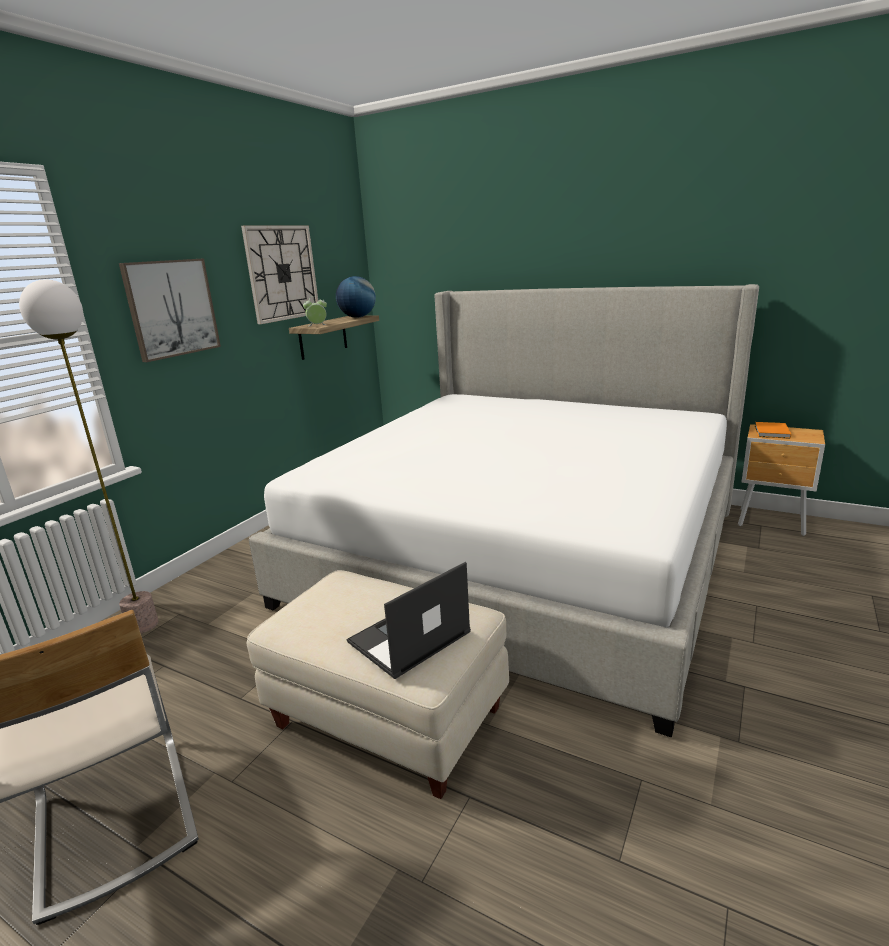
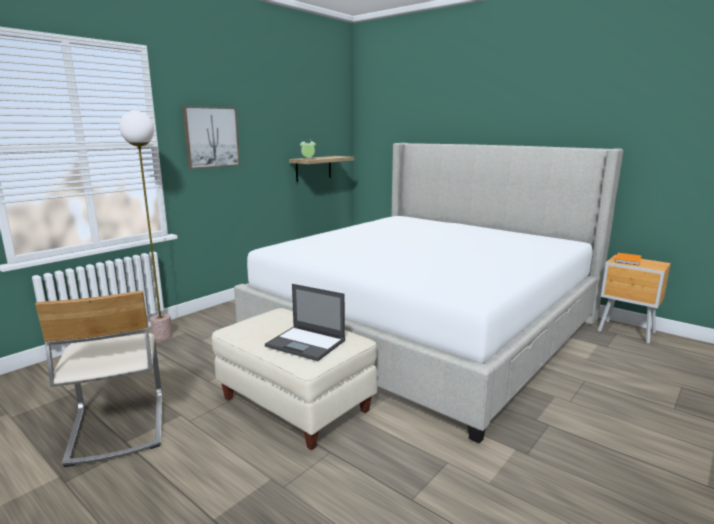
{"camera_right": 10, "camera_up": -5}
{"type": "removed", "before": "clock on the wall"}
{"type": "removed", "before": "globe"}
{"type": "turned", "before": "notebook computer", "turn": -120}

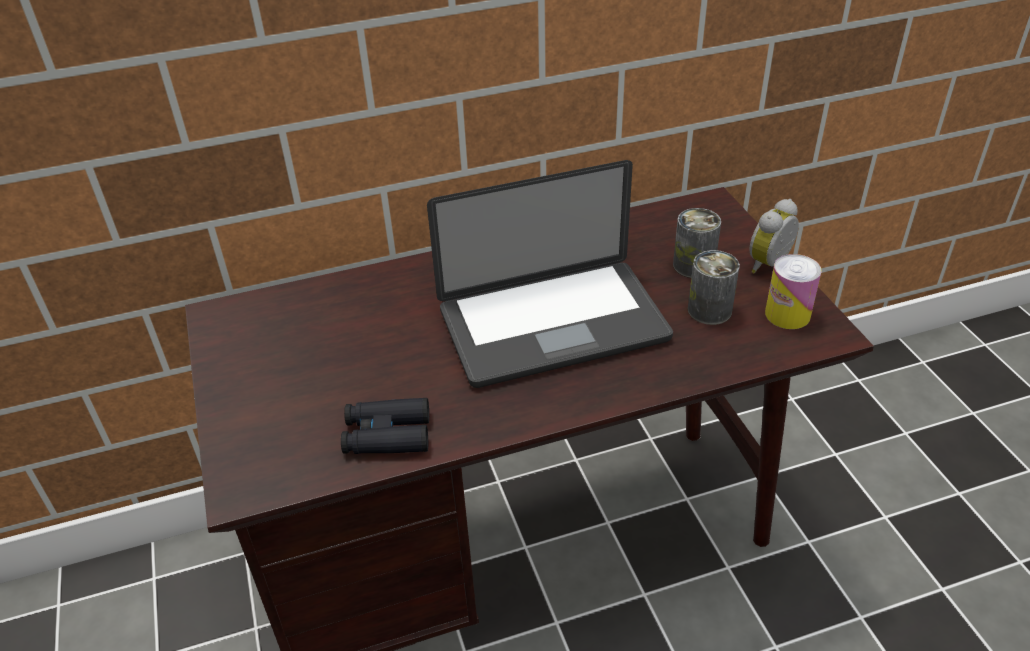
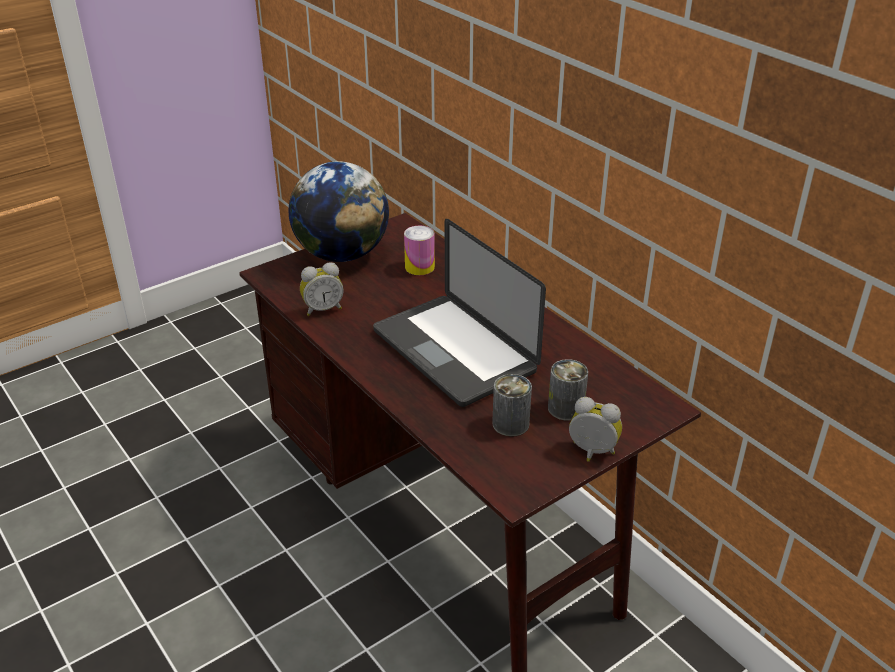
{"camera_right": 70, "camera_up": -5}
{"type": "moved", "before": "sealed can (3rd from left in the first image)", "after": "sealed can (1st from left)"}
{"type": "replaced", "before": "black-coloured binoculars", "after": "alarm clock (1st from left)"}
{"type": "added", "after": "globe"}

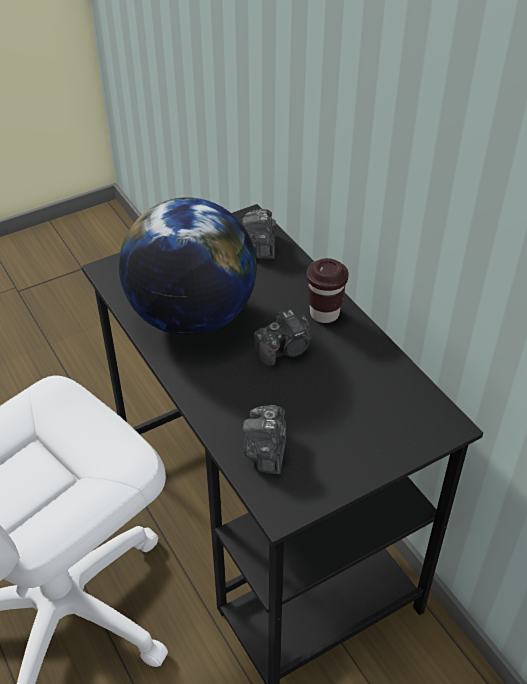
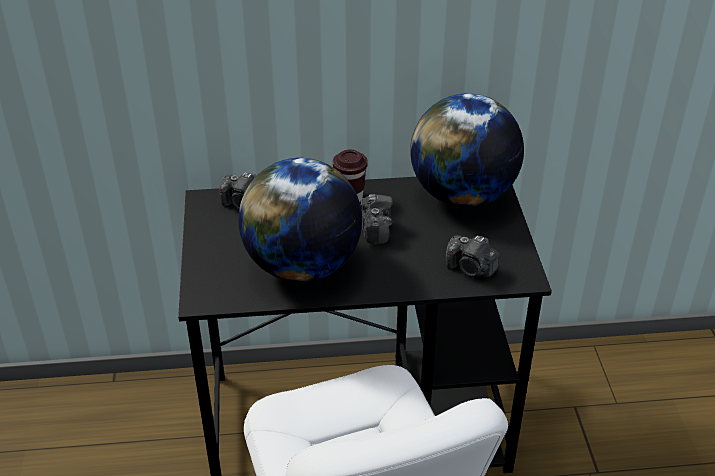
{"camera_right": -65, "camera_up": -5}
{"type": "added", "after": "globe (2nd from left)"}

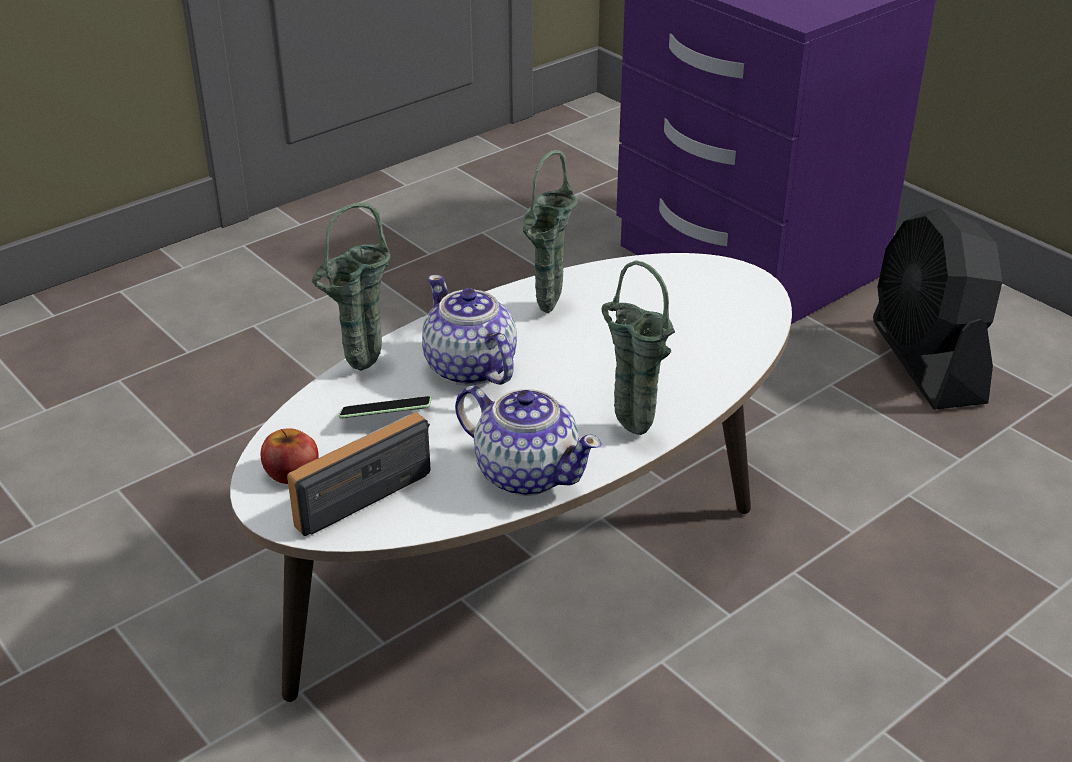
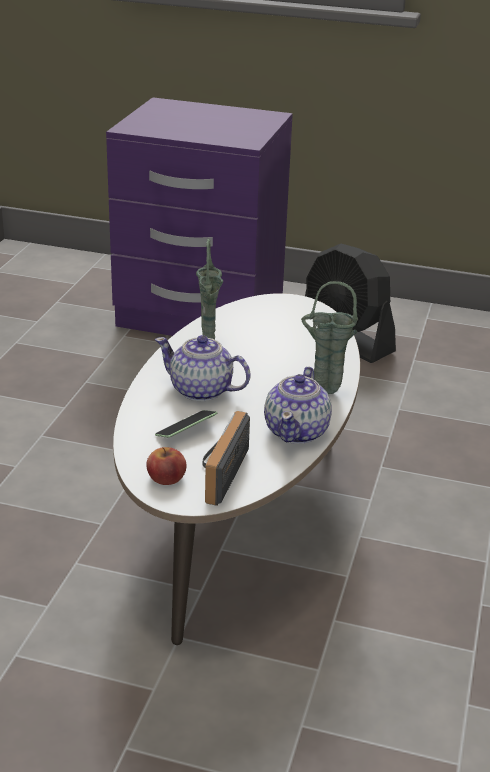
{"camera_right": -35, "camera_up": -5}
{"type": "removed", "before": "greenish decorative vase (1st from left)"}
{"type": "turned", "before": "pot for tea (2nd from left)", "turn": 105}

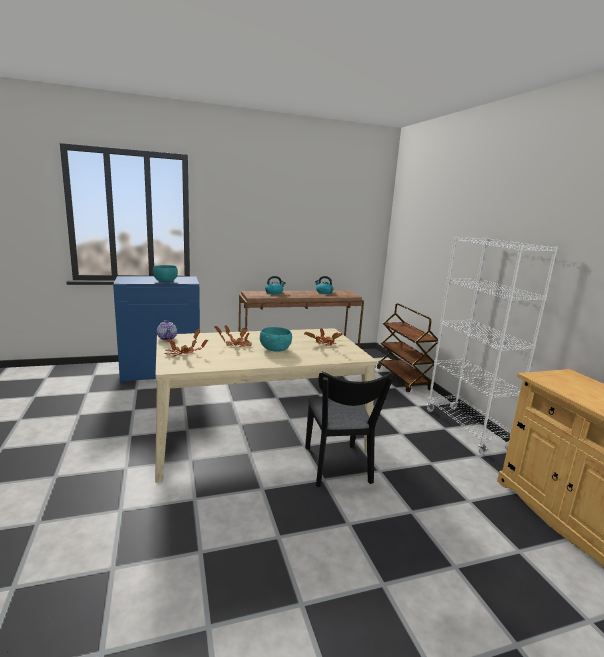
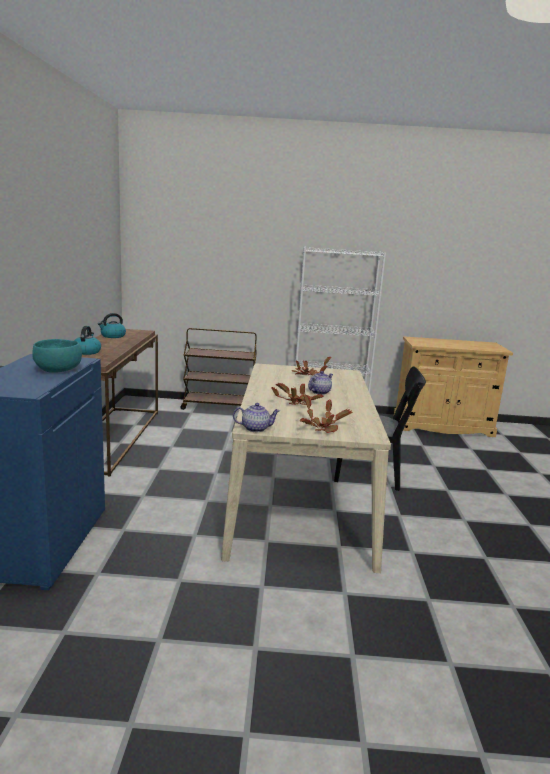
{"camera_right": -70, "camera_up": 0}
{"type": "replaced", "before": "blue-green deep dish (2nd from left)", "after": "pot for tea (2nd from left)"}

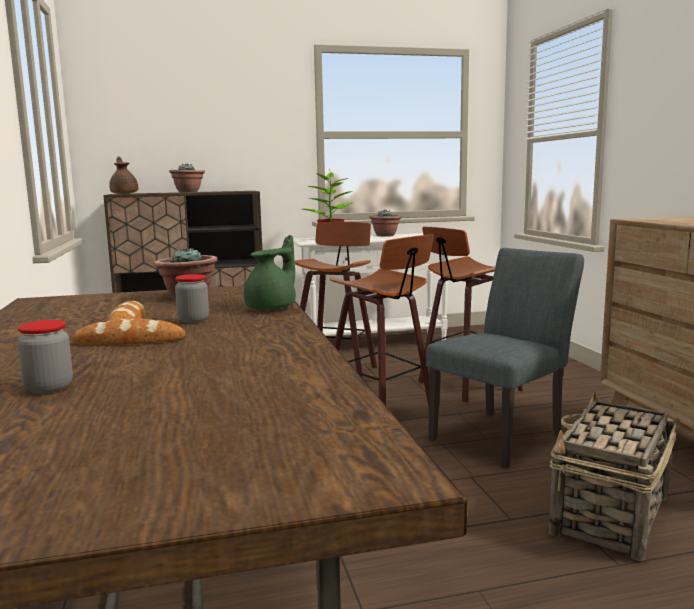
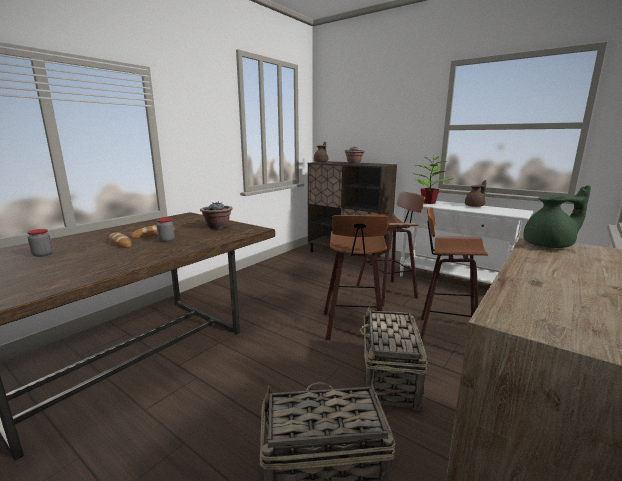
{"camera_right": 50, "camera_up": 5}
{"type": "replaced", "before": "plant in a pot (4th from left)", "after": "brownish pot for tea (2nd from left)"}
{"type": "moved", "before": "greenish pot for tea"}
{"type": "replaced", "before": "grey chair", "after": "storage basket (2nd from left)"}

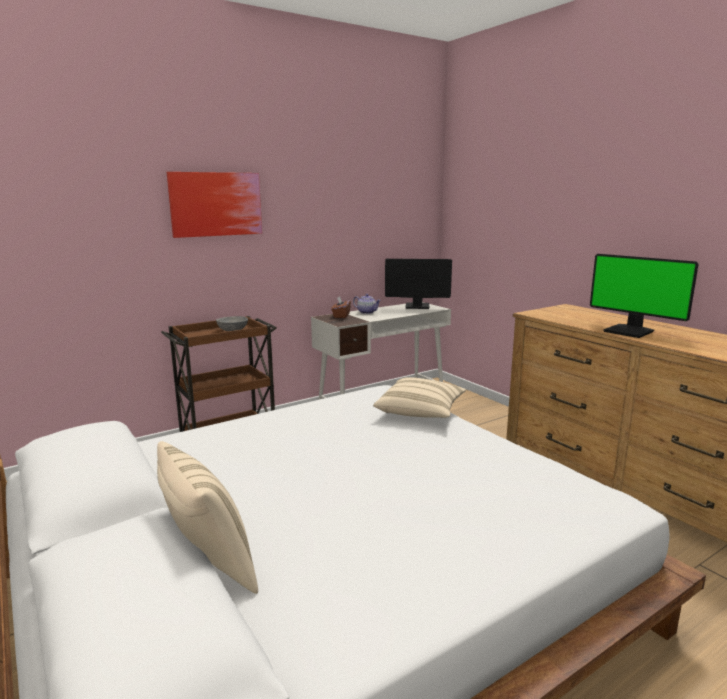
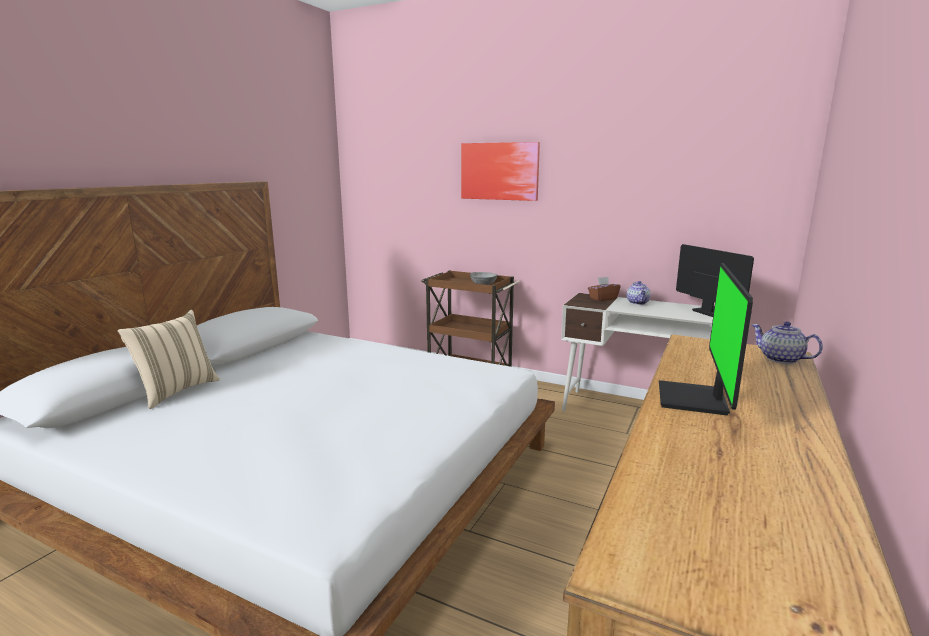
{"camera_right": 60, "camera_up": 0}
{"type": "removed", "before": "beige cushion (2nd from left)"}
{"type": "added", "after": "pot for tea (2nd from left)"}

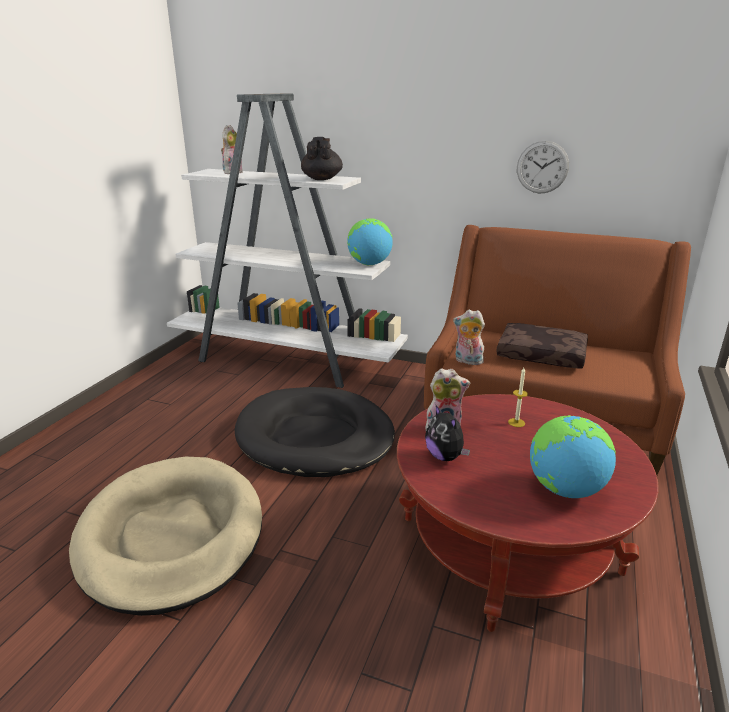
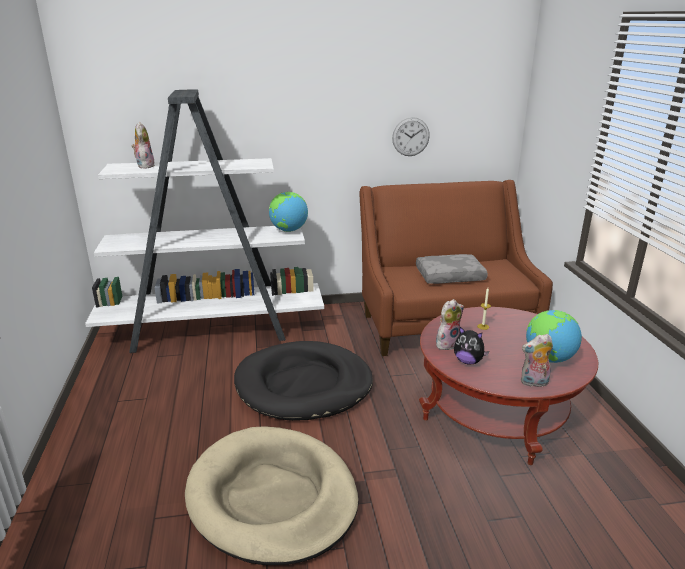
{"camera_right": -30, "camera_up": 0}
{"type": "removed", "before": "black-coloured pot for tea"}
{"type": "moved", "before": "plush toy (4th from left)"}
{"type": "recoloured", "before": "brownish cushion", "after": "grey cushion"}

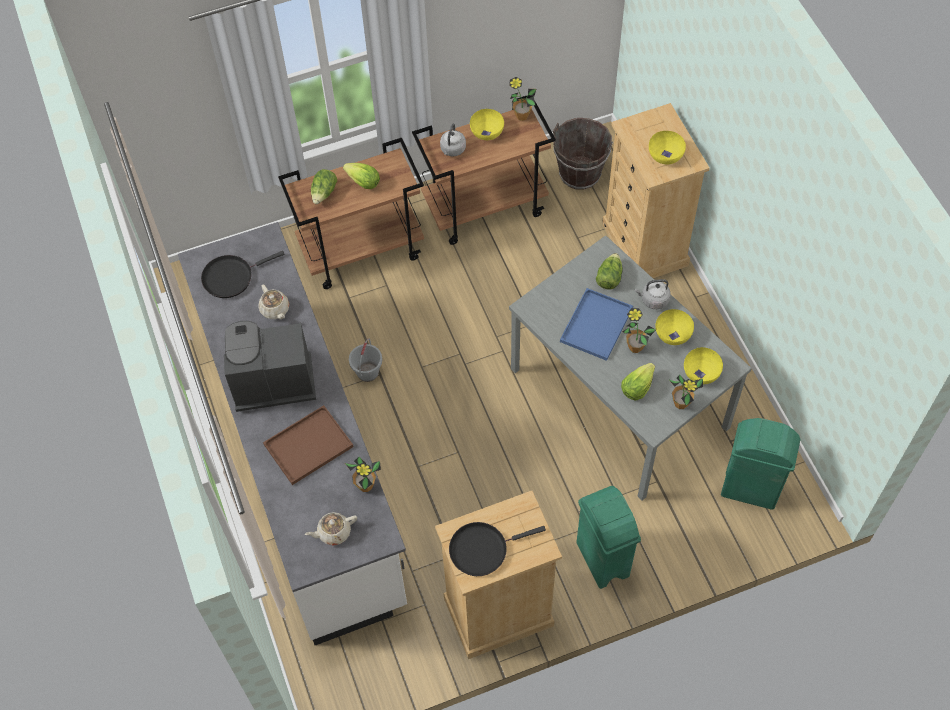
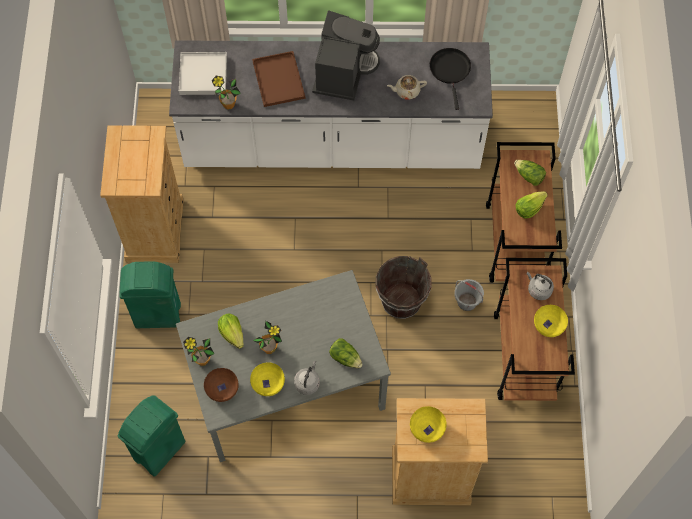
{"camera_right": 110, "camera_up": 5}
{"type": "removed", "before": "plant in a pot (2nd from left)"}
{"type": "moved", "before": "brownish bucket"}
{"type": "removed", "before": "bluish serving tray"}
{"type": "moved", "before": "grey bucket"}
{"type": "recoloured", "before": "yellow-coloured deep dish (4th from left)", "after": "brownish deep dish"}
{"type": "replaced", "before": "beige pot for tea (2nd from left)", "after": "white serving tray"}
{"type": "removed", "before": "black-coloured frying pan (2nd from left)"}

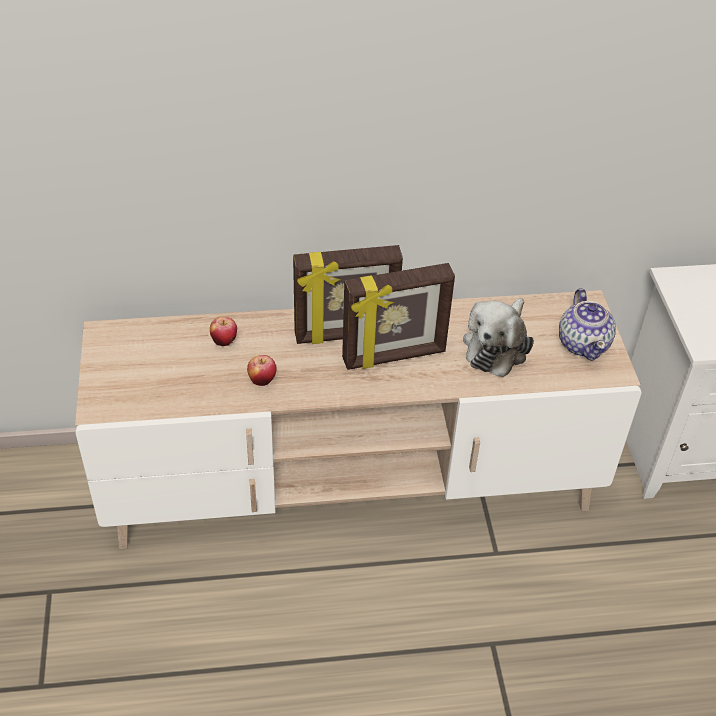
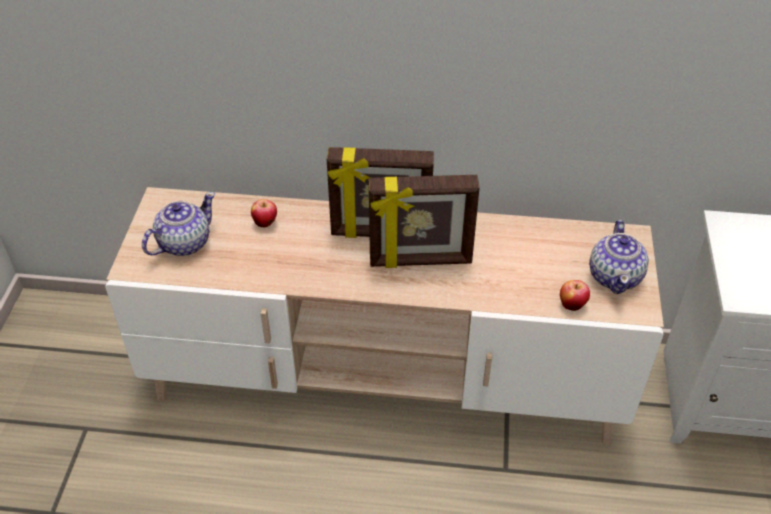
{"camera_right": 15, "camera_up": 0}
{"type": "removed", "before": "plush toy"}
{"type": "moved", "before": "apple fruit (2nd from left)"}
{"type": "added", "after": "pot for tea (1st from left)"}

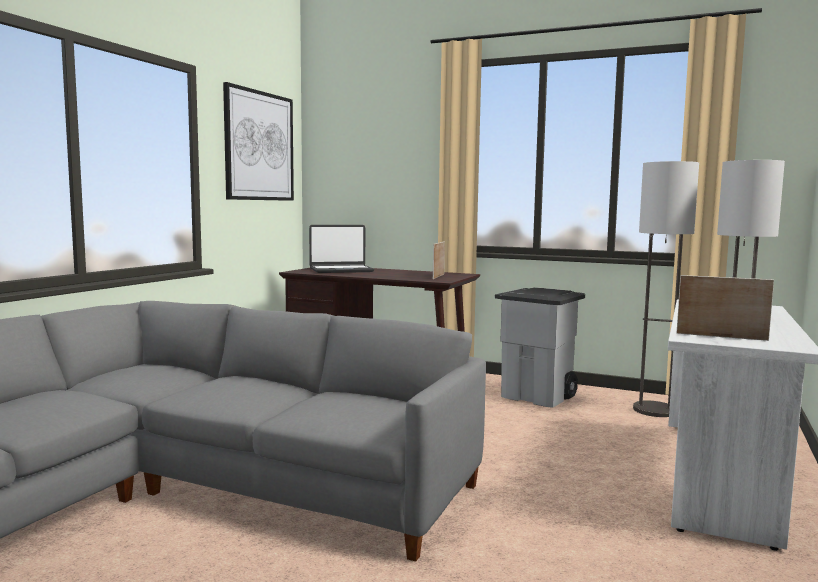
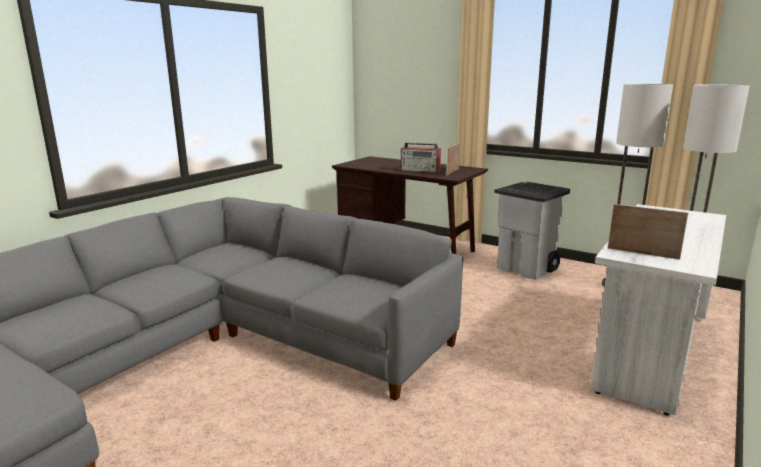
{"camera_right": 10, "camera_up": 10}
{"type": "removed", "before": "picture"}
{"type": "removed", "before": "notebook computer"}
{"type": "added", "after": "radio"}

